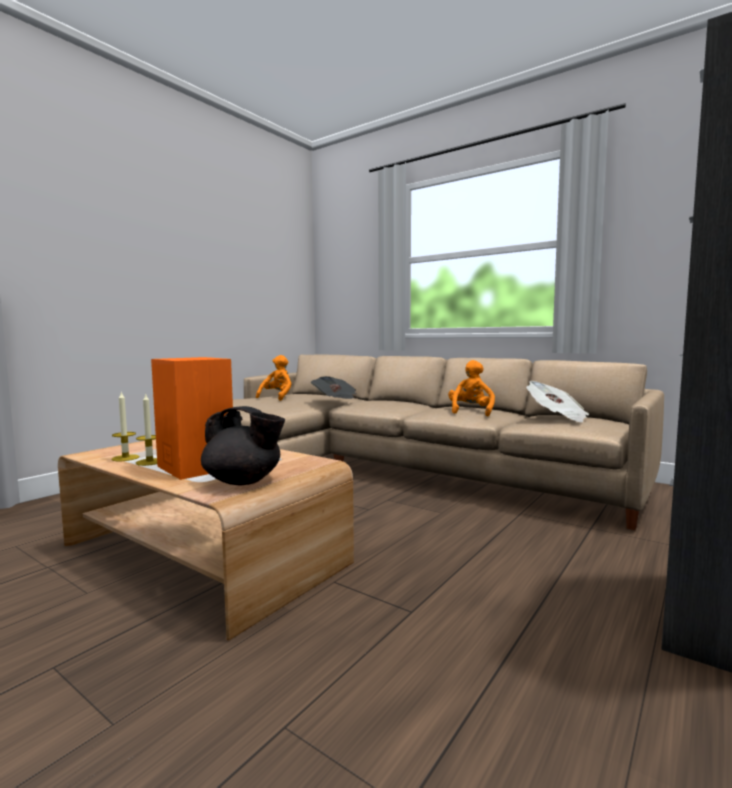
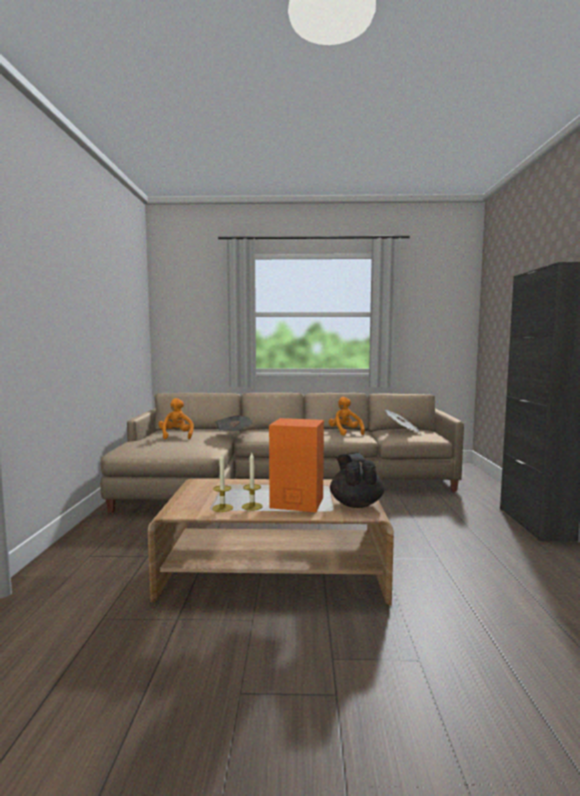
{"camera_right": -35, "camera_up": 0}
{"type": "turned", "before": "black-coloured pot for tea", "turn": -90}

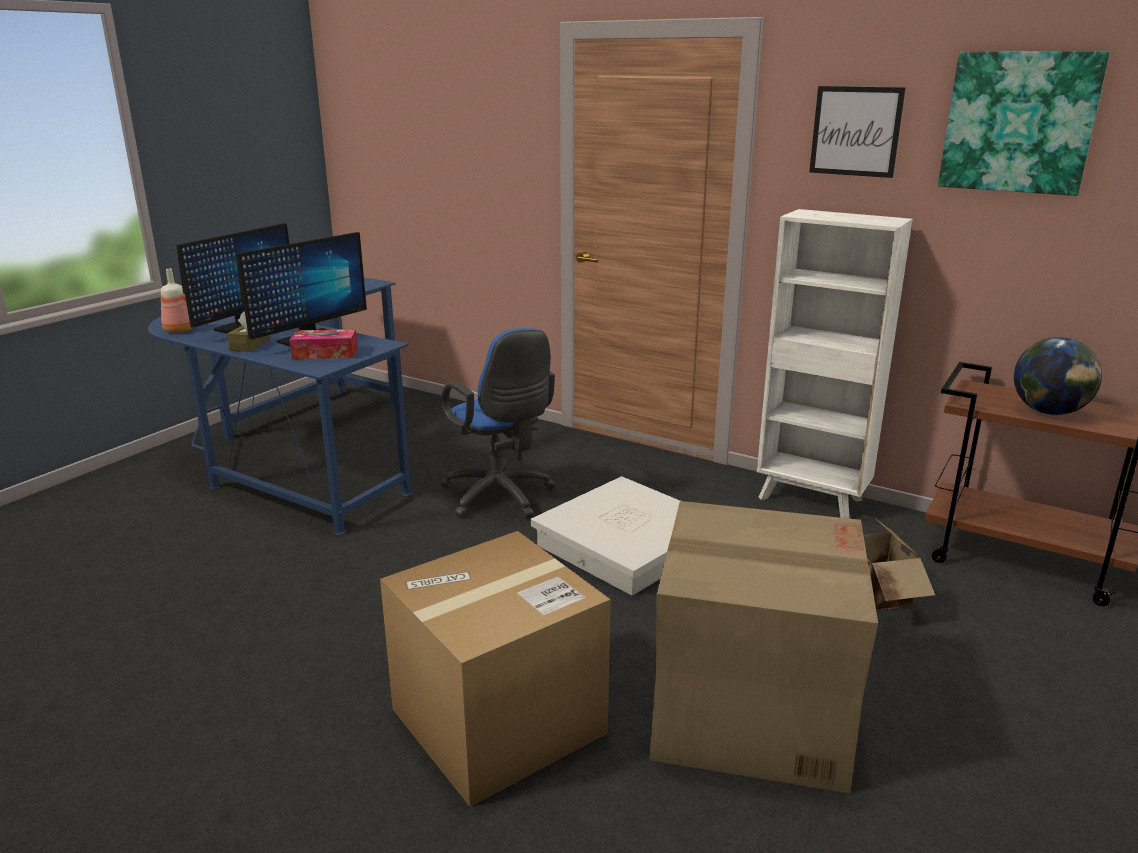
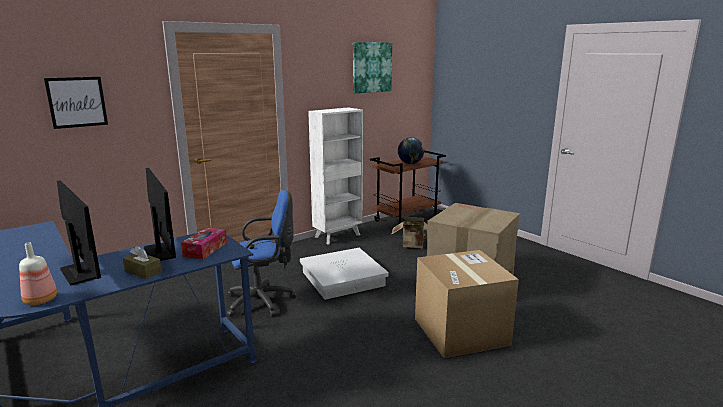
{"camera_right": -70, "camera_up": -5}
{"type": "moved", "before": "picture (1st from left)"}

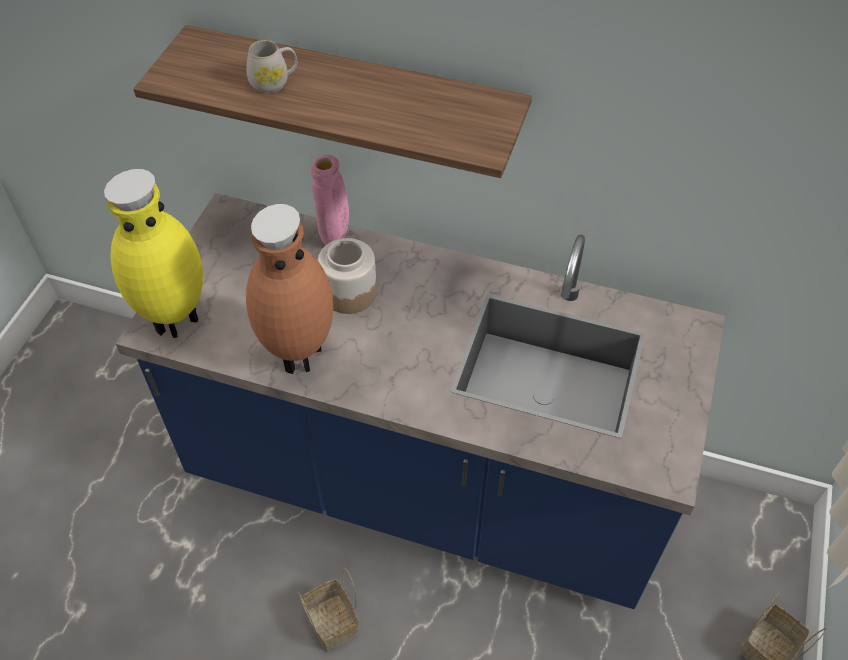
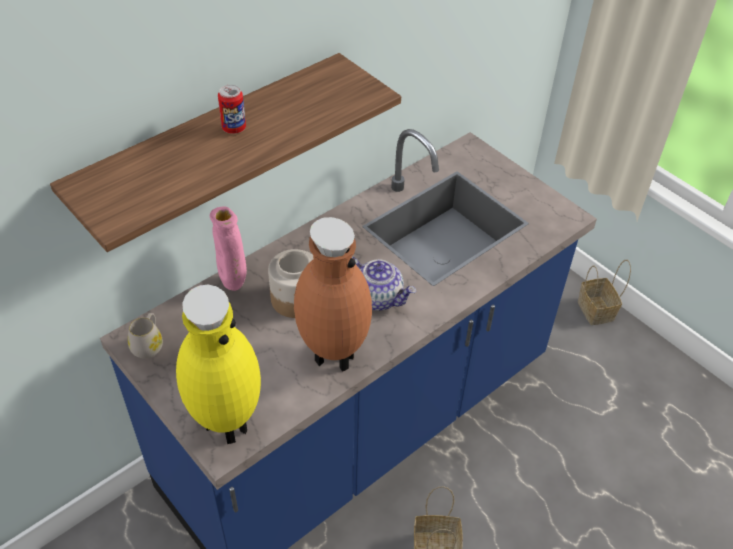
{"camera_right": -60, "camera_up": -5}
{"type": "moved", "before": "white coffee mug"}
{"type": "added", "after": "sealed can"}
{"type": "added", "after": "pot for tea"}

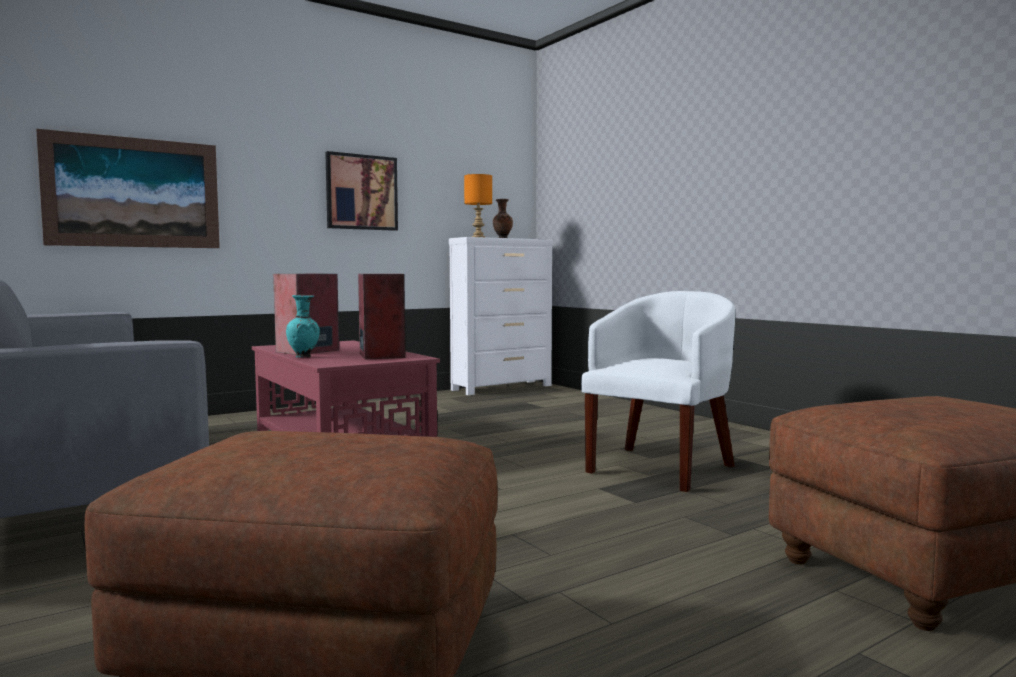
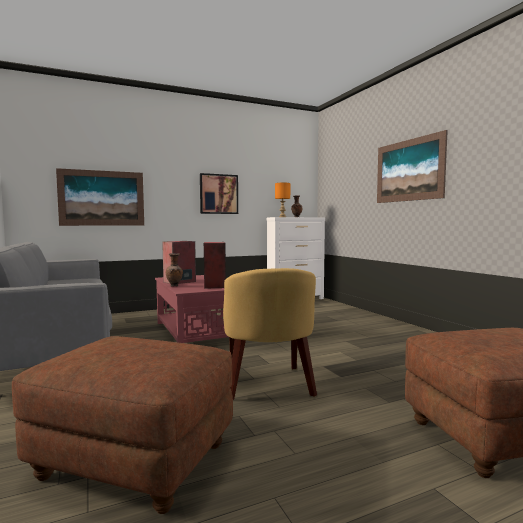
{"camera_right": 10, "camera_up": 0}
{"type": "removed", "before": "white easy chair"}
{"type": "recoloured", "before": "blue-green decorative vase", "after": "brownish decorative vase (1st from left)"}
{"type": "added", "after": "picture (3rd from left)"}
{"type": "added", "after": "yellow-coloured easy chair"}

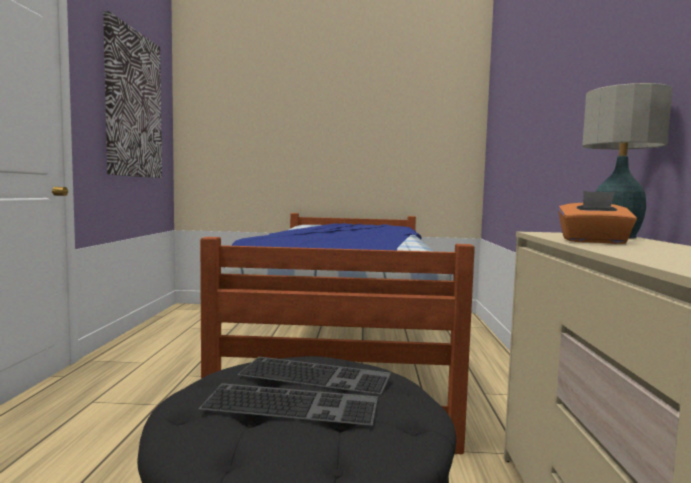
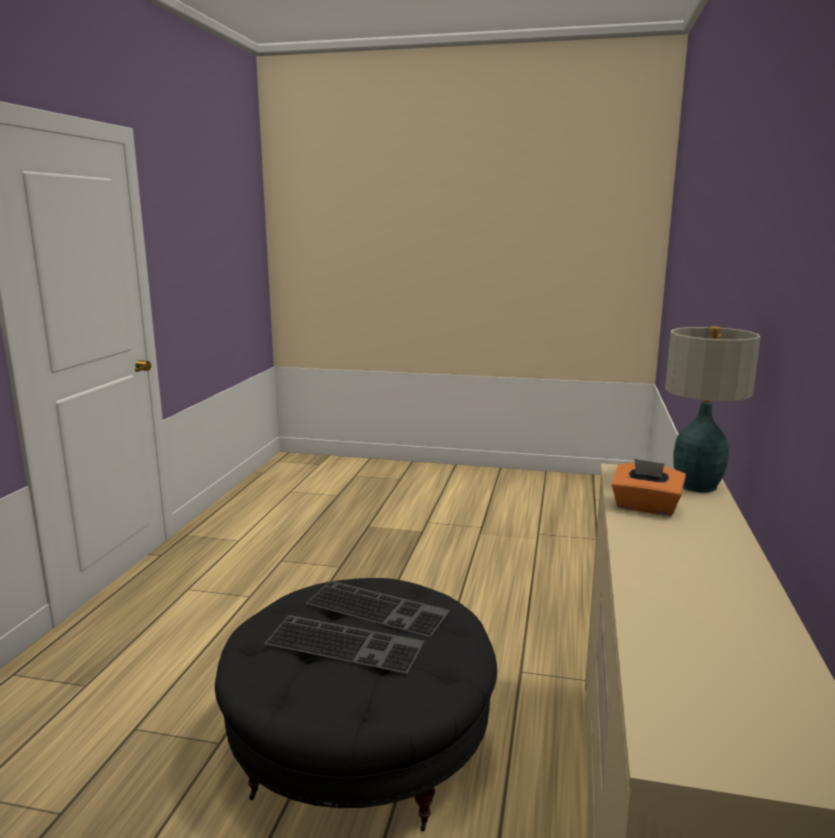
{"camera_right": 10, "camera_up": 10}
{"type": "removed", "before": "picture"}
{"type": "removed", "before": "bedroom bed"}

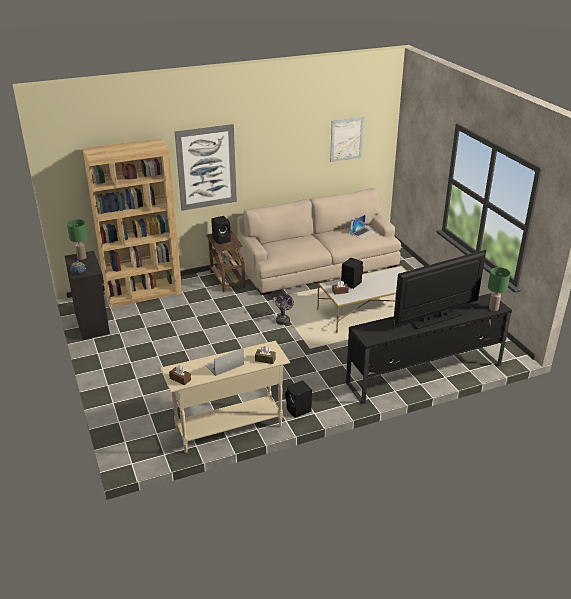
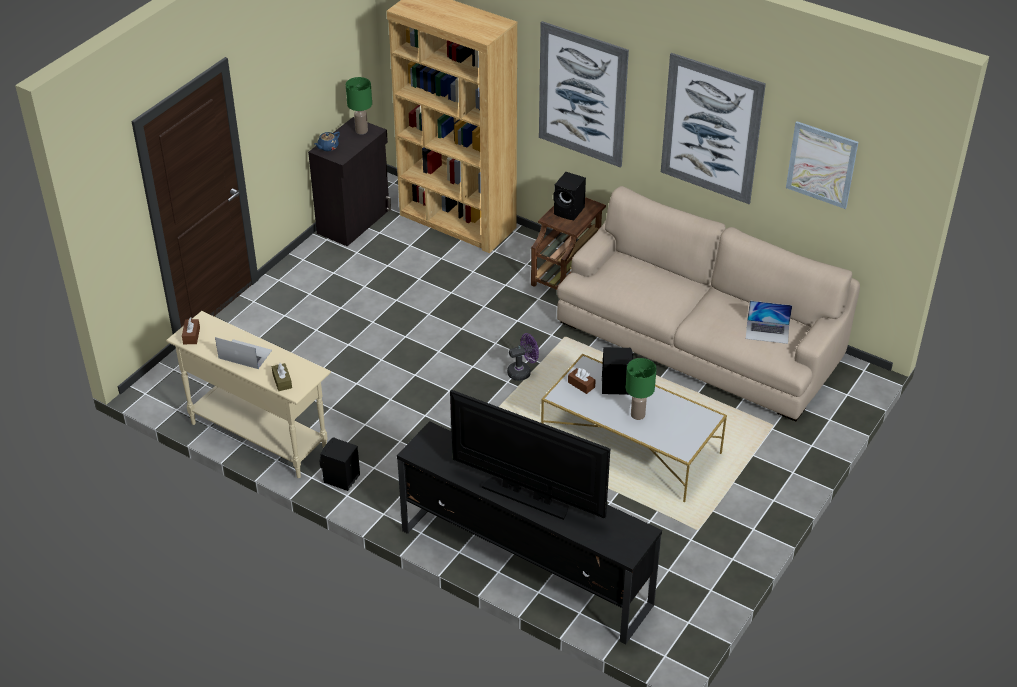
{"camera_right": 55, "camera_up": 10}
{"type": "moved", "before": "greenish tabletop lamp (2nd from left)"}
{"type": "added", "after": "picture (2nd from left)"}

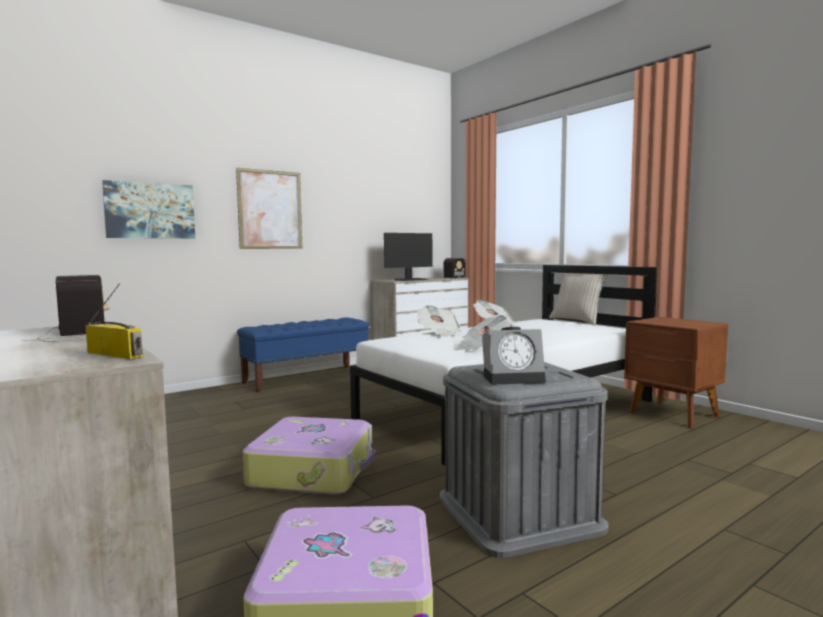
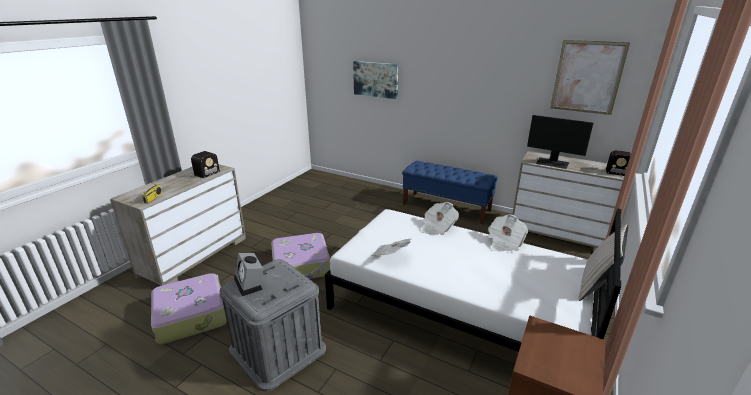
{"camera_right": 65, "camera_up": 20}
{"type": "moved", "before": "picture (2nd from left)"}

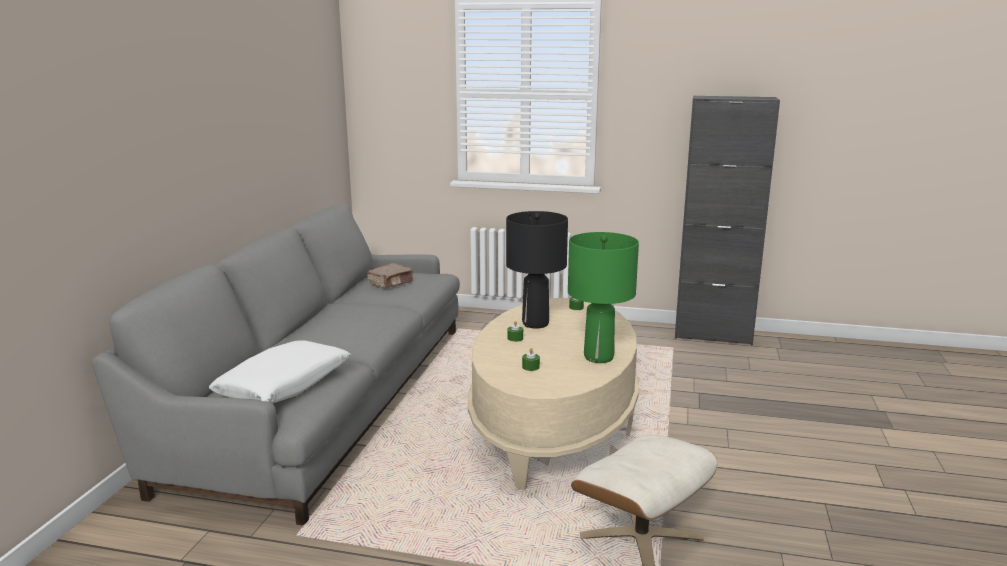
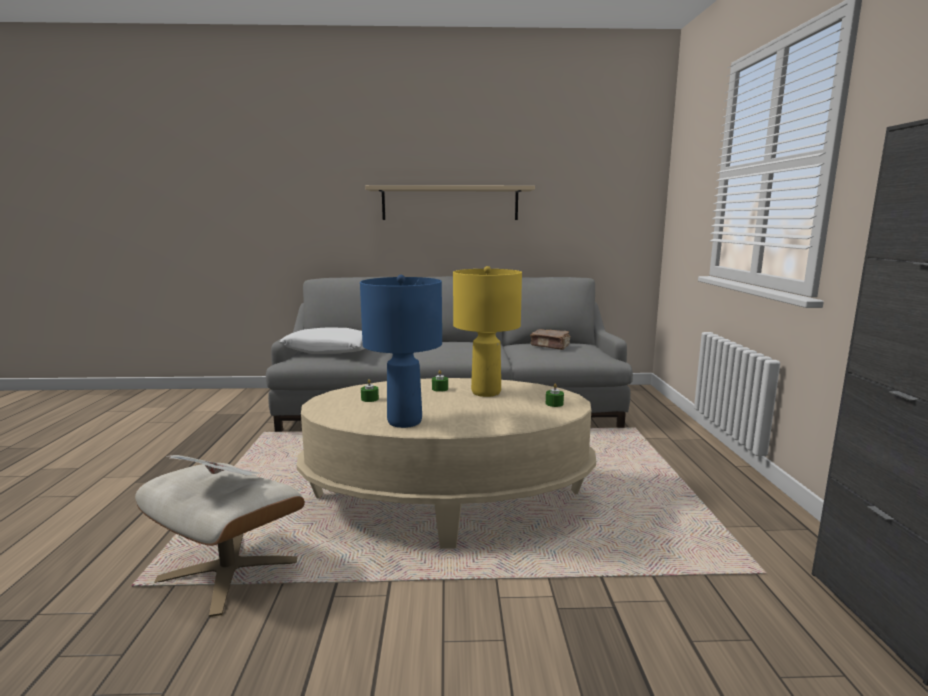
{"camera_right": 75, "camera_up": -5}
{"type": "recoloured", "before": "black-coloured tabletop lamp", "after": "yellow-coloured tabletop lamp"}
{"type": "recoloured", "before": "greenish tabletop lamp", "after": "bluish tabletop lamp"}
{"type": "added", "after": "beige bracket shelf"}
{"type": "added", "after": "printed paper"}

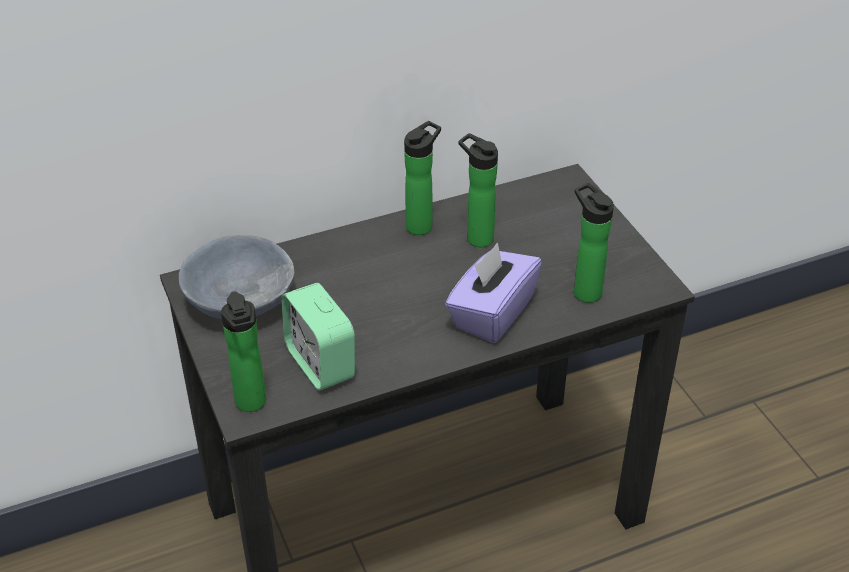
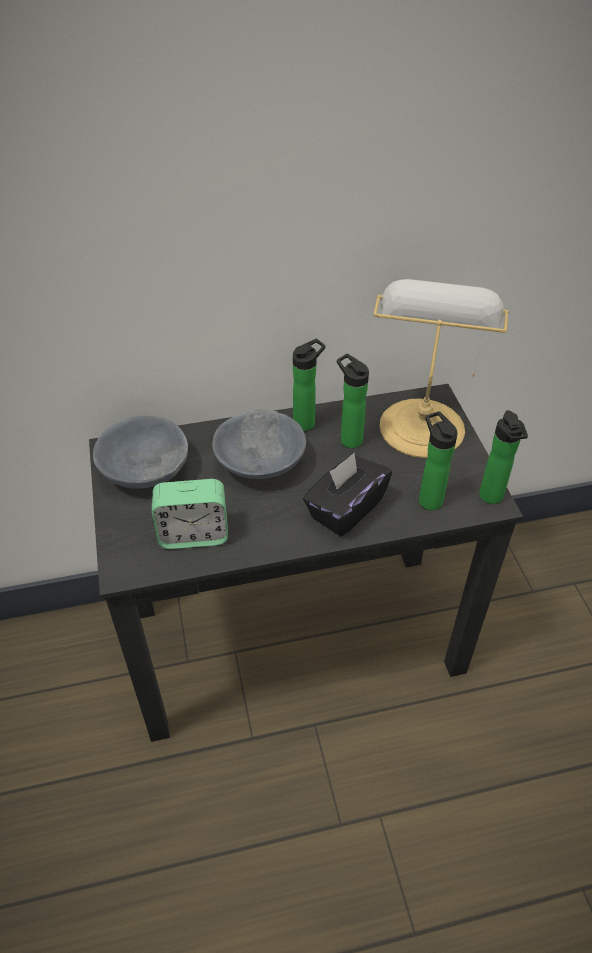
{"camera_right": 10, "camera_up": 5}
{"type": "recoloured", "before": "purplish tissue holder", "after": "black-coloured tissue holder"}
{"type": "turned", "before": "alarm clock", "turn": -75}
{"type": "moved", "before": "beverage bottle (1st from left in the first image)", "after": "beverage bottle (4th from left)"}
{"type": "added", "after": "tabletop lamp"}
{"type": "added", "after": "grey deep dish (2nd from left)"}

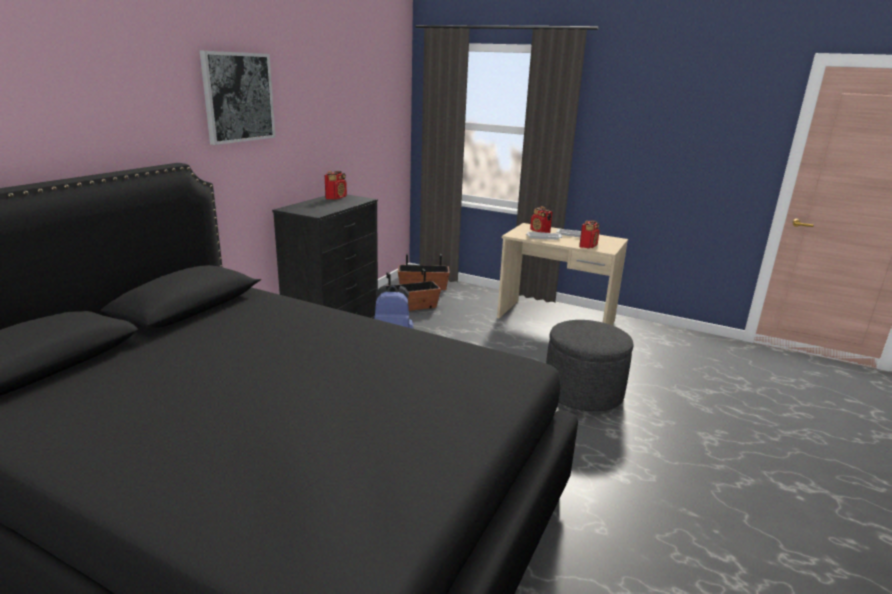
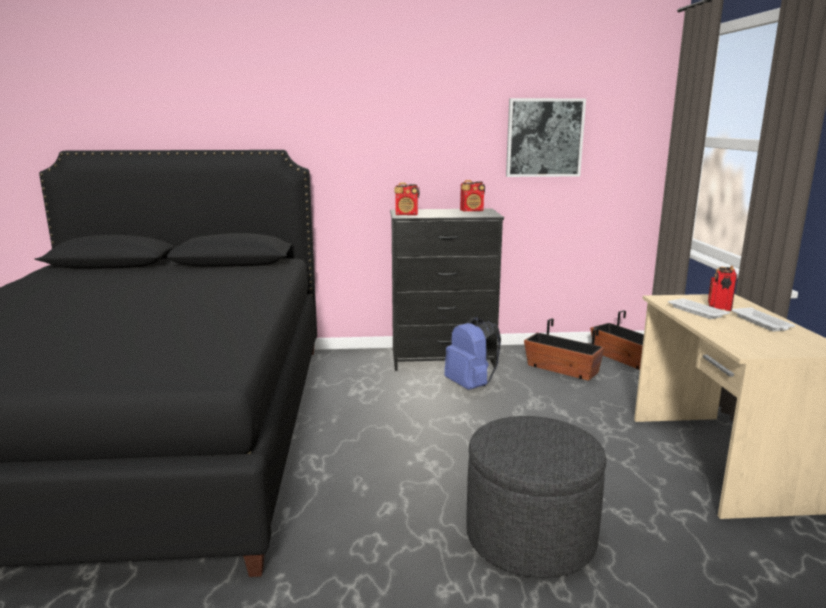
{"camera_right": 60, "camera_up": -5}
{"type": "moved", "before": "picture"}
{"type": "moved", "before": "radio (3rd from left in the first image)", "after": "radio (1st from left)"}

